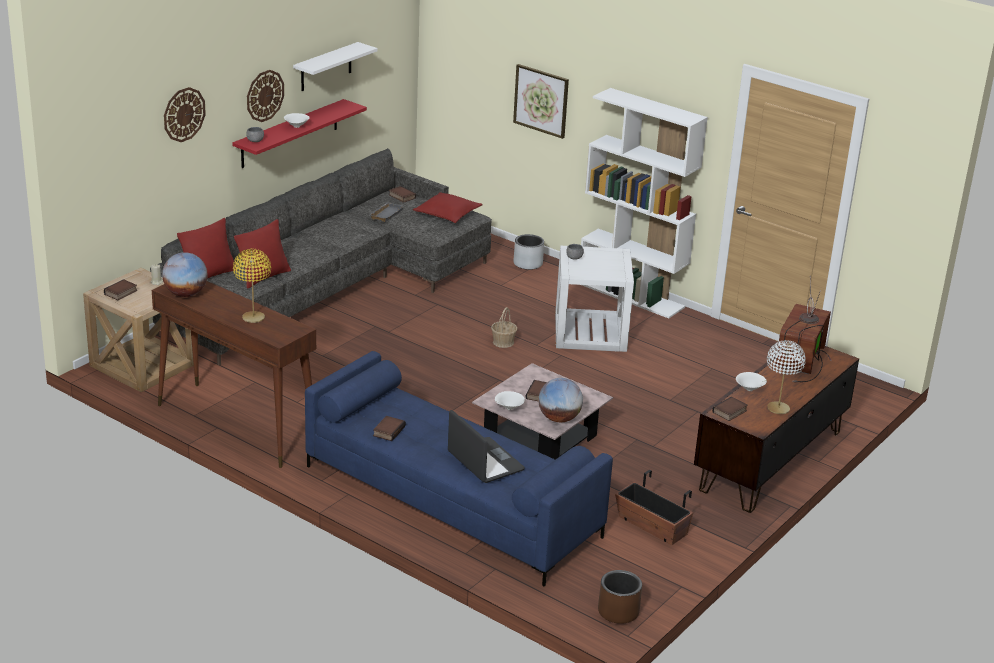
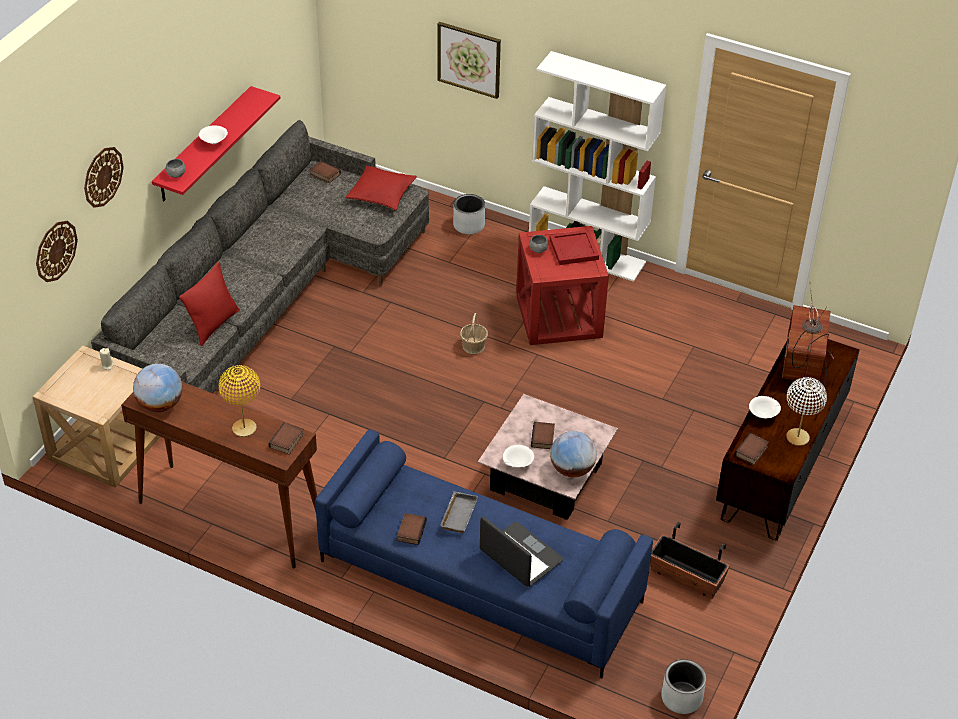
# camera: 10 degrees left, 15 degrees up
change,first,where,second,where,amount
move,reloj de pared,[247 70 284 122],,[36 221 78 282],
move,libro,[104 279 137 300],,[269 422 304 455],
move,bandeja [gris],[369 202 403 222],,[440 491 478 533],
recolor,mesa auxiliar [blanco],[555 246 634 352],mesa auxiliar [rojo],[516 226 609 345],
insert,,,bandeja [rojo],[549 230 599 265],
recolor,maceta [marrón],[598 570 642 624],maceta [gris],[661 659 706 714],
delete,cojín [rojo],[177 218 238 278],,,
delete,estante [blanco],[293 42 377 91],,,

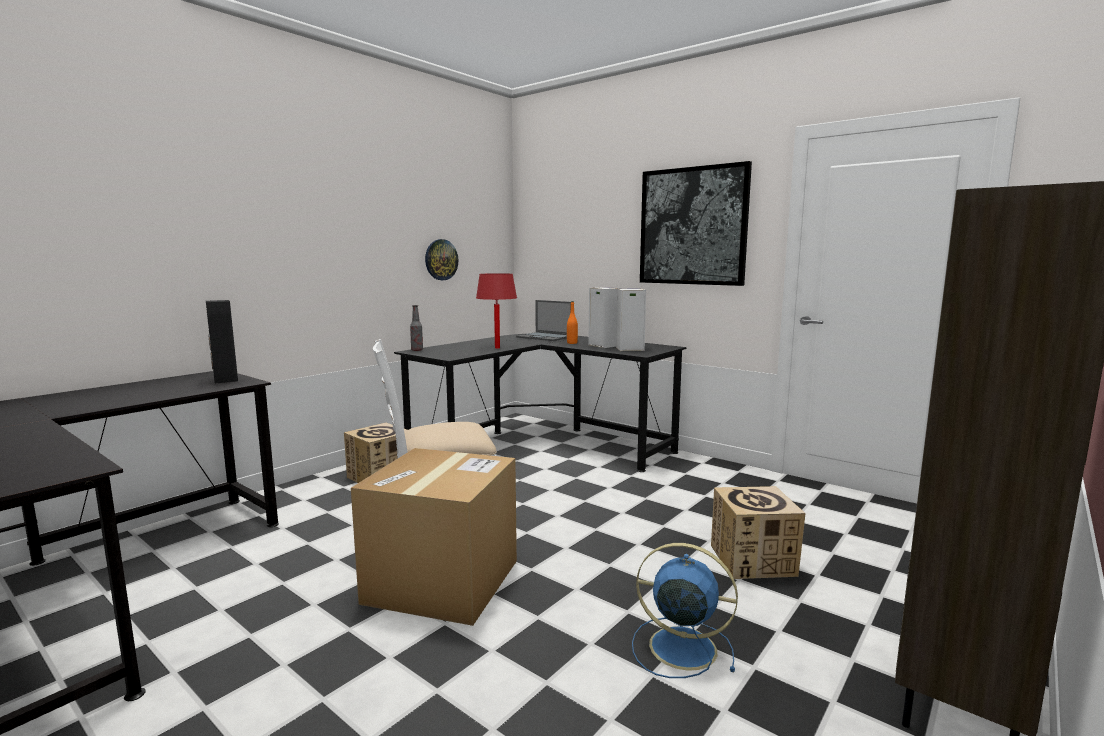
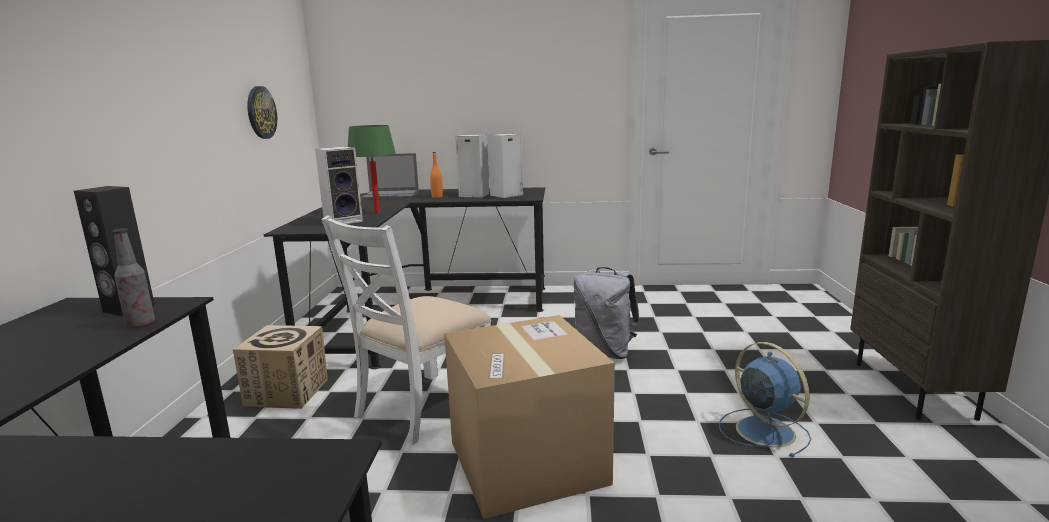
# camera: 35 degrees left, 5 degrees up
change,first,where,second,where,amount
move,botella,[410 305 423 351],,[112 228 155 328],
insert,,,altavoz,[315 146 363 224],
recolor,lámpara de mesa [rojo],[476 273 517 349],lámpara de mesa [verde],[348 125 396 213],
insert,,,mochila [gris],[573 267 640 359],
rotate,ventilador [azul],[632 543 738 678],,[719 342 811 458],75 degrees clockwise
delete,cuadro,[640 161 752 286],,,
delete,caja de cartón,[711 486 806 579],,,

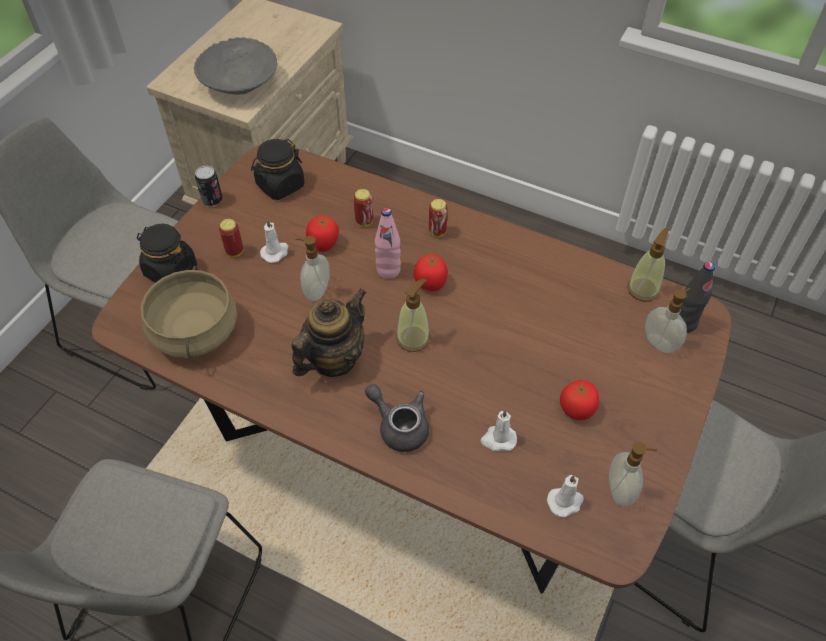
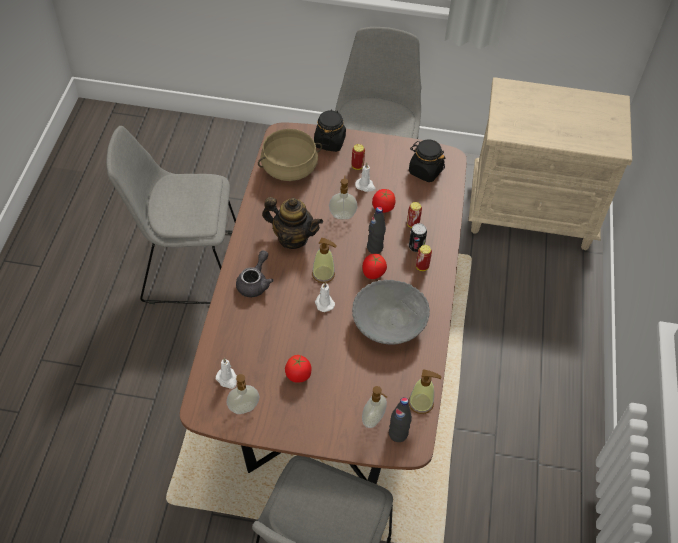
# camera: 70 degrees right, 0 degrees up
change,first,where,second,where,amount
move,vela [blanco],[481 409 517 451],,[315 282 335 312],
move,cuenco [gris],[194 37 277 95],,[352 280 430 345],
recolor,botella [rosa],[375 208 401 279],botella [negro],[367 207 386 254],
move,lata,[195 166 223 206],,[409 223 427 252],

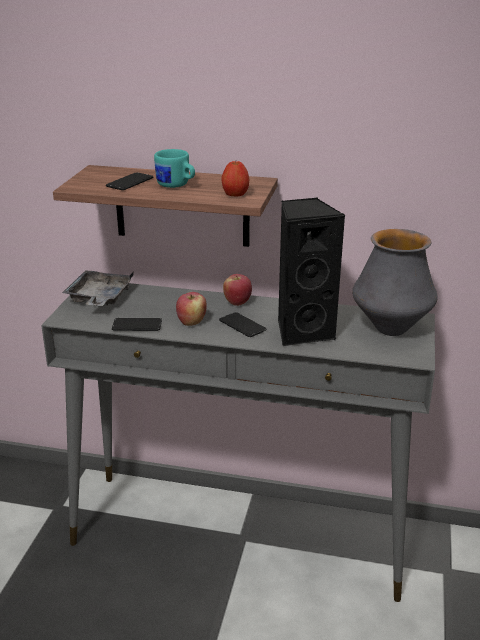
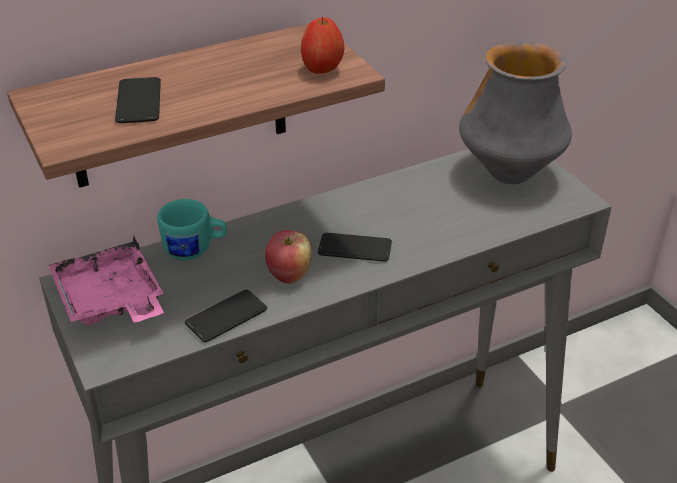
# camera: 40 degrees left, 10 degrees up
change,first,where,second,where,amount
recolor,bandeja [gris],[62 270 134 306],bandeja [rosa],[48 236 164 325],
move,taza grande [turquesa],[154 149 195 188],,[157 199 227 260],
delete,manzana,[223 274 252 306],,,
delete,altavoz [negro],[278 198 345 346],,,

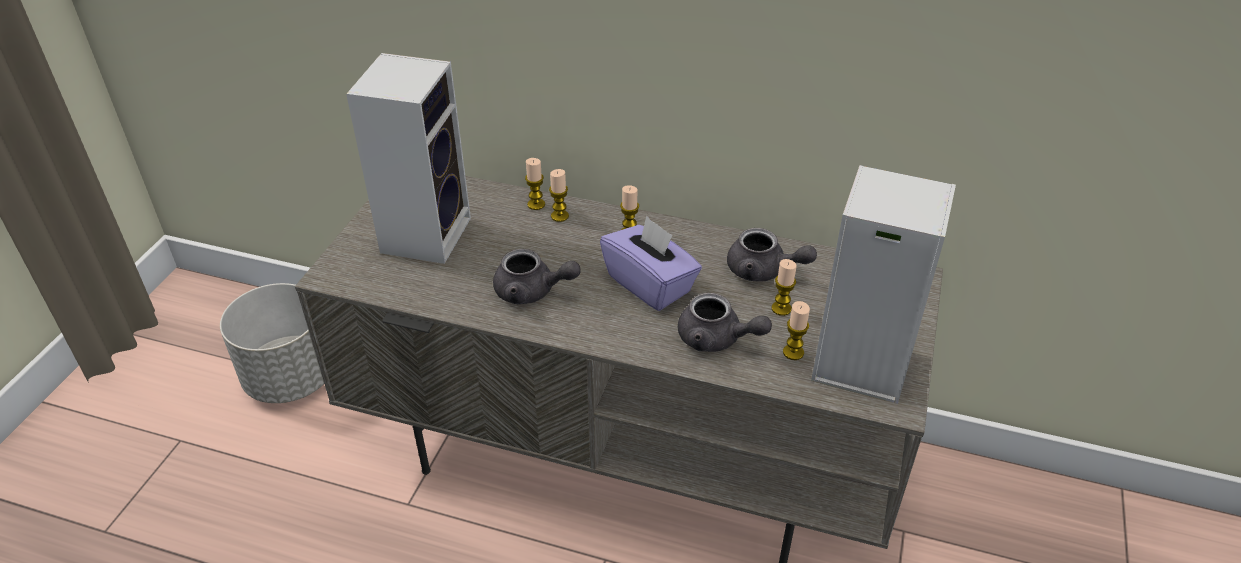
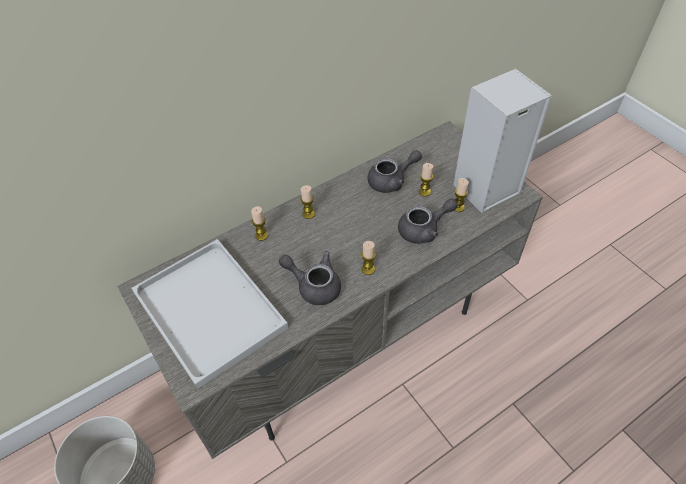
# camera: 50 degrees left, 10 degrees up
change,first,where,second,where,amount
replace,altavoz,[346 53 471 264],bandeja [blanco],[132 239 288 389],
rotate,tetera [gris],[493 249 581 304],,[279 251 341 305],120 degrees counterclockwise
move,vela,[525 158 545 210],,[362 241 376 275],
delete,caja de pañuelos [morado],[600 216 702 311],,,

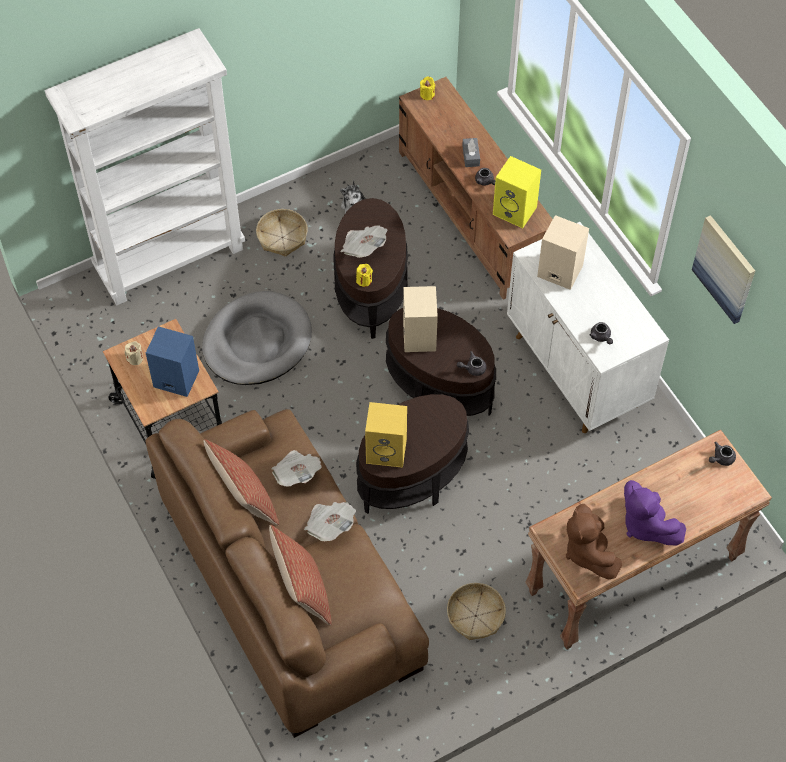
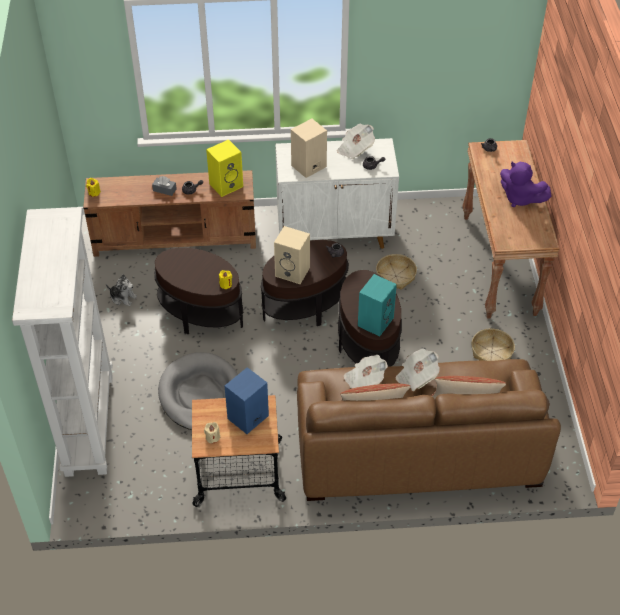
# camera: 65 degrees left, 10 degrees down
change,first,where,second,where,amount
move,periódico,[341 225 388 258],,[337 124 375 159],
recolor,altavoz [amarillo],[365 402 407 468],altavoz [turquesa],[358 274 397 337],
move,cesta,[256 209 308 257],,[376 254 417 290],
rotate,peluche [morado],[624 480 686 546],,[500 162 552 207],45 degrees clockwise
delete,peluche [marrón],[566 504 622 580],,,
delete,cuadro,[692 215 755 324],,,

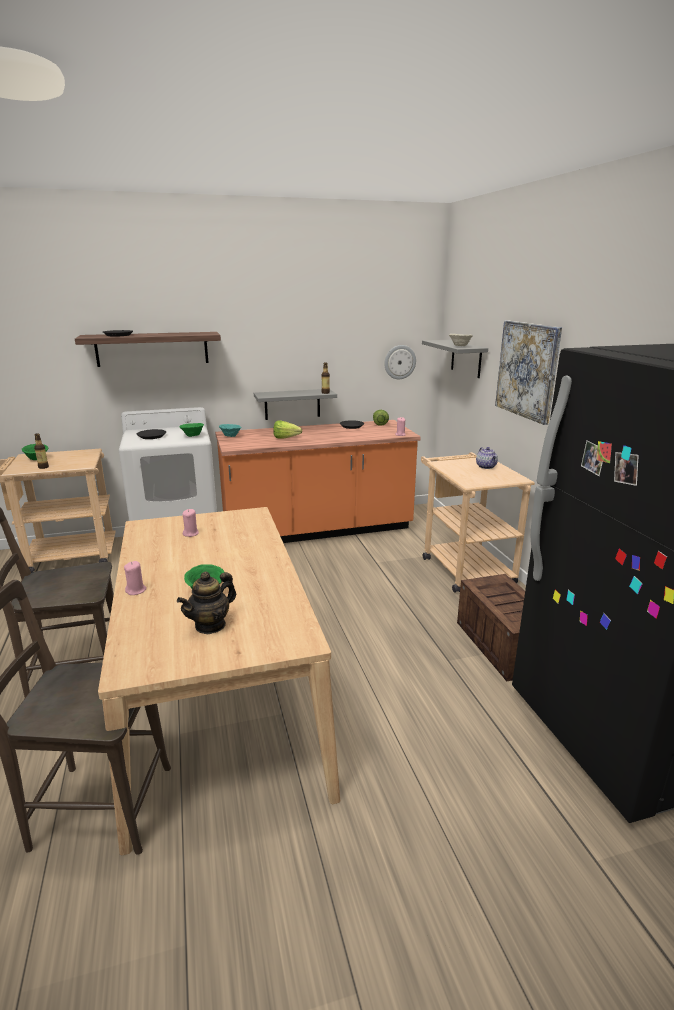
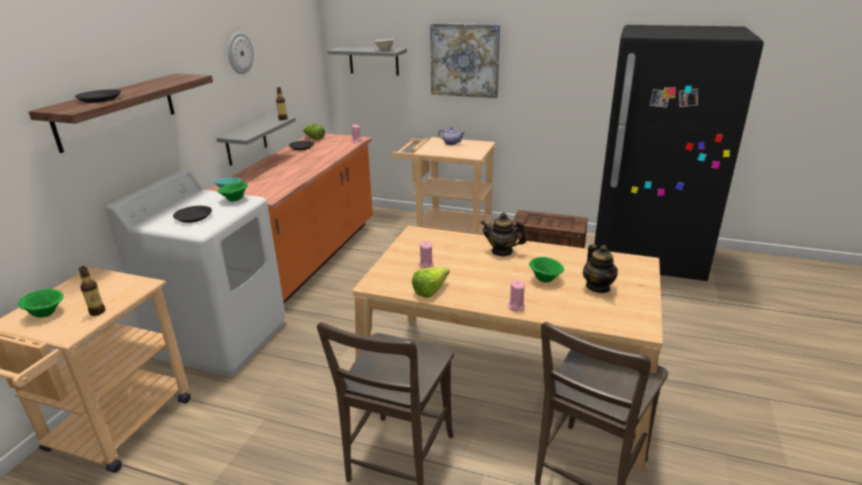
# camera: 55 degrees left, 5 degrees up
change,first,where,second,where,amount
move,reloj de pared,[384 345 416 379],,[228 32 254 74],
move,lechuga,[273 420 302 438],,[412 266 449 298],
insert,,,tetera,[481 213 527 256],

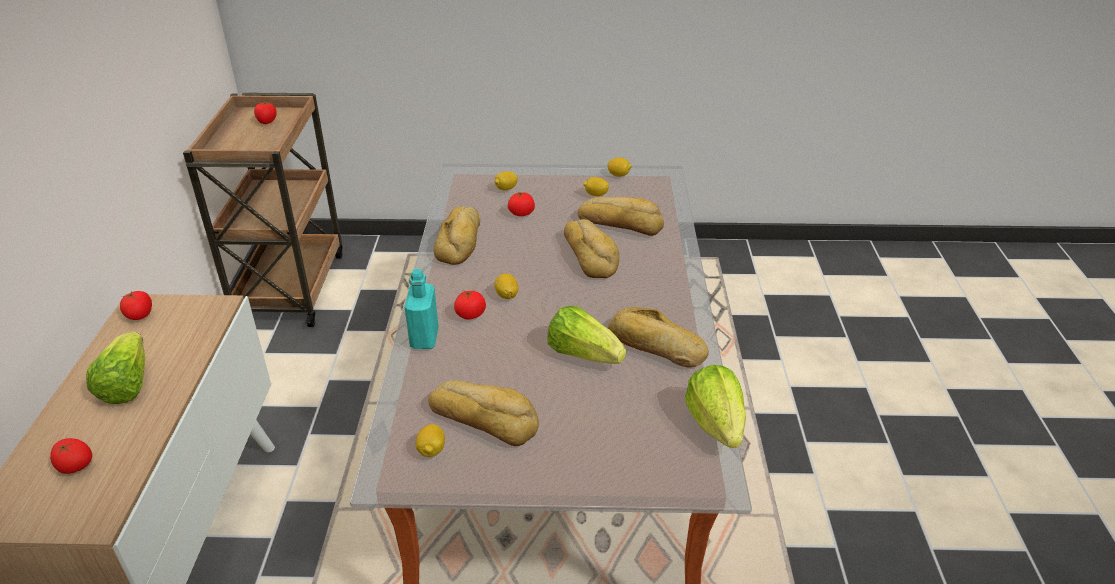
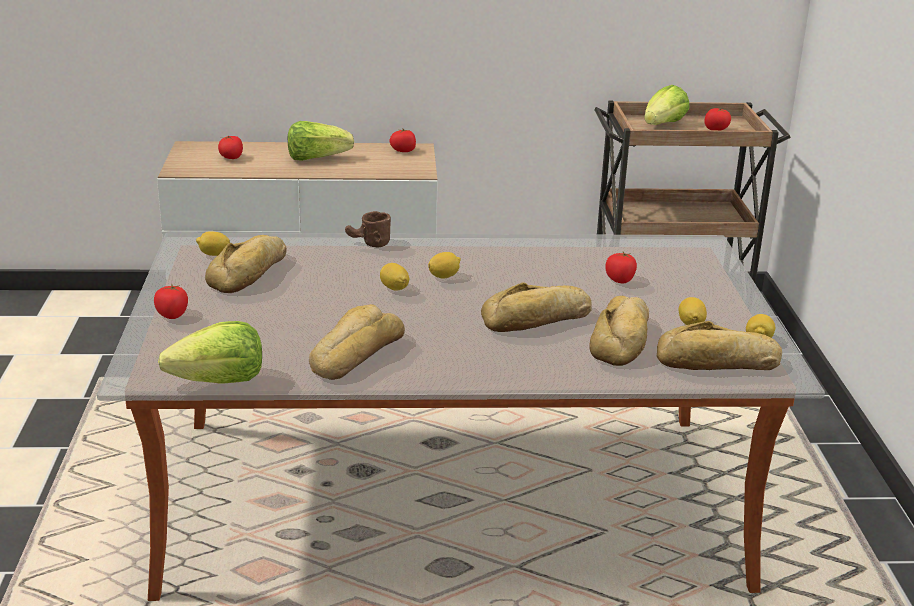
# camera: 85 degrees right, 10 degrees down
change,first,where,second,where,amount
move,tomate,[454 290 486 320],,[154 284 188 319],
replace,botella [turquesa],[405 269 439 349],taza grande [marrón],[345 211 391 248],
move,limón,[495 171 518 190],,[380 263 409 291],
move,lechuga,[548 306 626 364],,[644 85 690 125],
move,pan,[434 206 480 265],,[656 321 782 370],

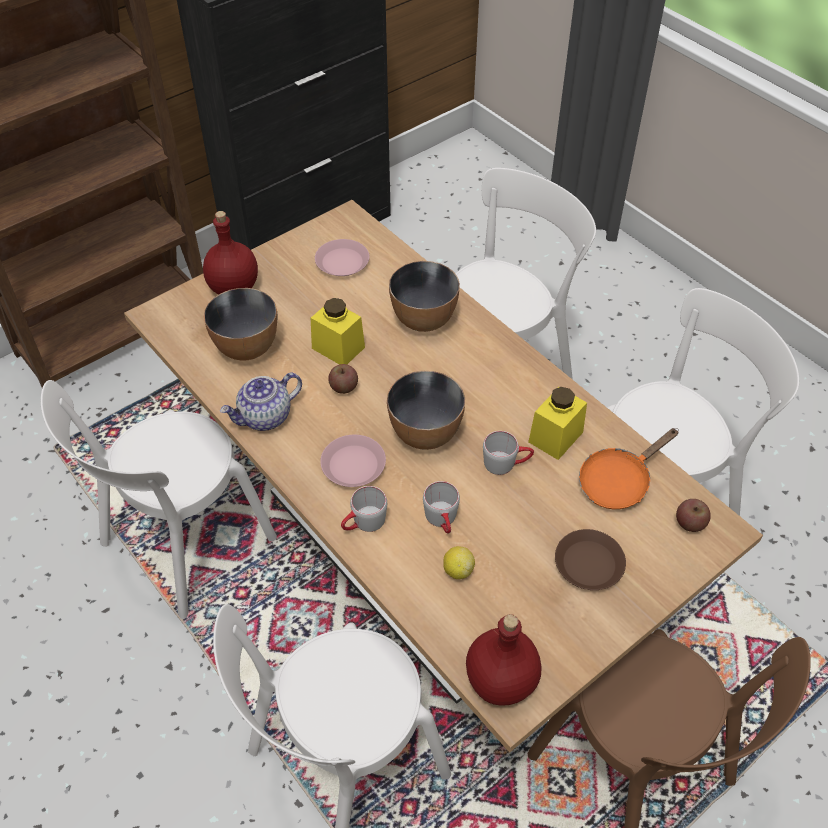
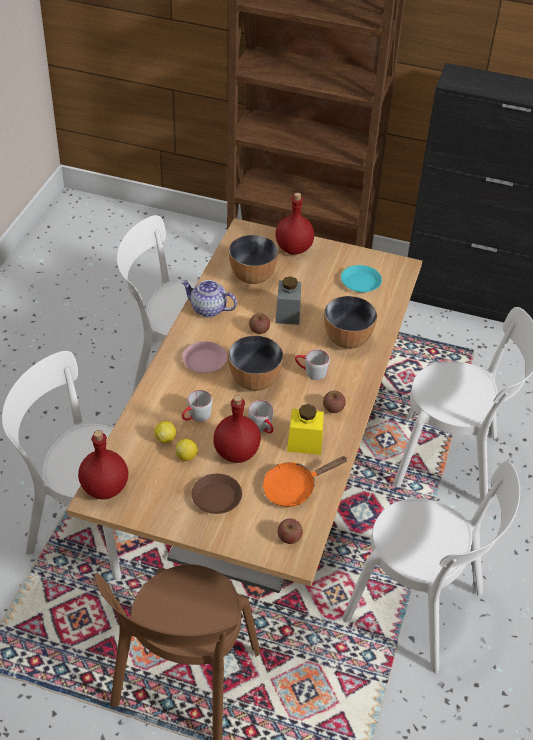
# camera: 55 degrees right, 5 degrees down
change,first,where,second,where,amount
insert,,,limón,[175 439 198 461],
insert,,,botella [rojo],[213 395 261 463],
rotate,sartén [naranja],[579 428 679 509],,[262 456 348 507],45 degrees counterclockwise
recolor,tarro [amarillo],[311 298 365 365],tarro [gris],[275 276 301 325],
move,taza grande [gris],[341 486 387 532],,[295 349 330 380],
insert,,,manzana,[323 391 346 413],
recolor,plato [rosa],[315 239 369 276],plato [turquesa],[341 265 382 293],

